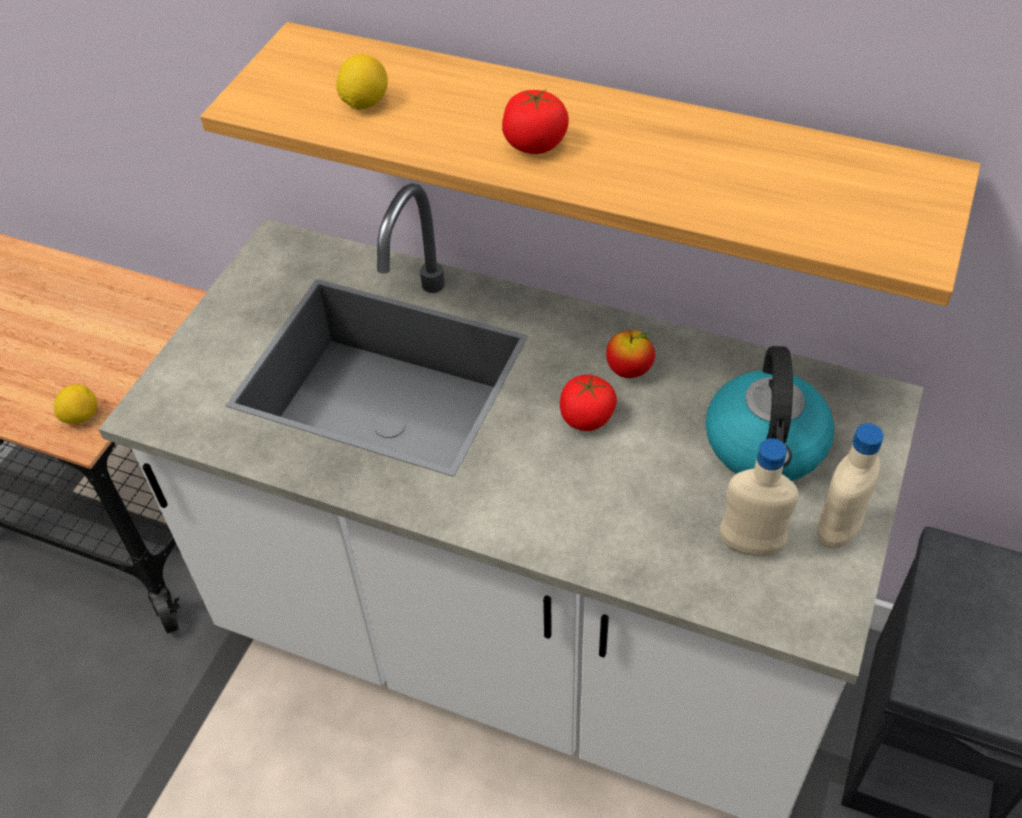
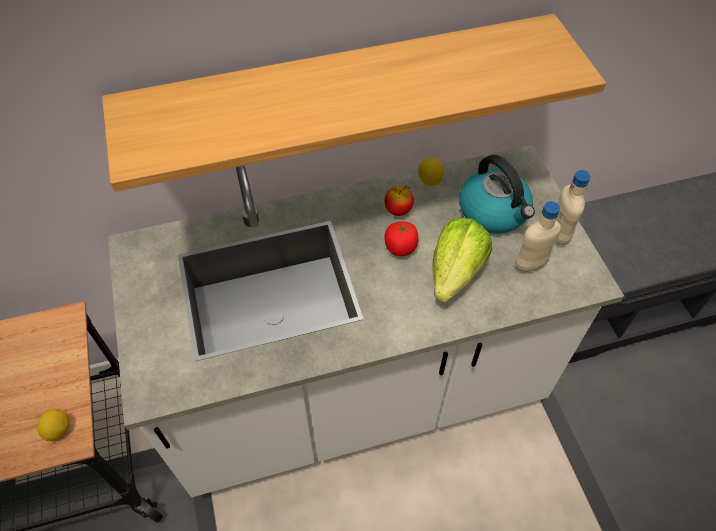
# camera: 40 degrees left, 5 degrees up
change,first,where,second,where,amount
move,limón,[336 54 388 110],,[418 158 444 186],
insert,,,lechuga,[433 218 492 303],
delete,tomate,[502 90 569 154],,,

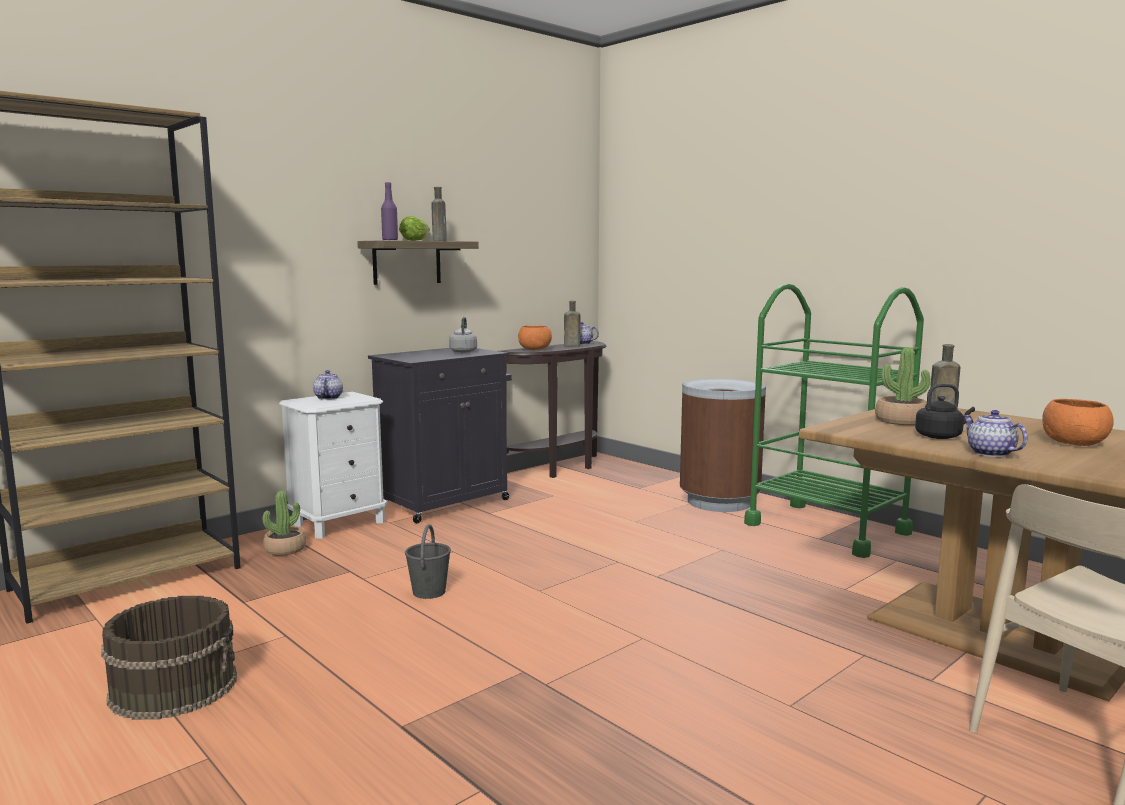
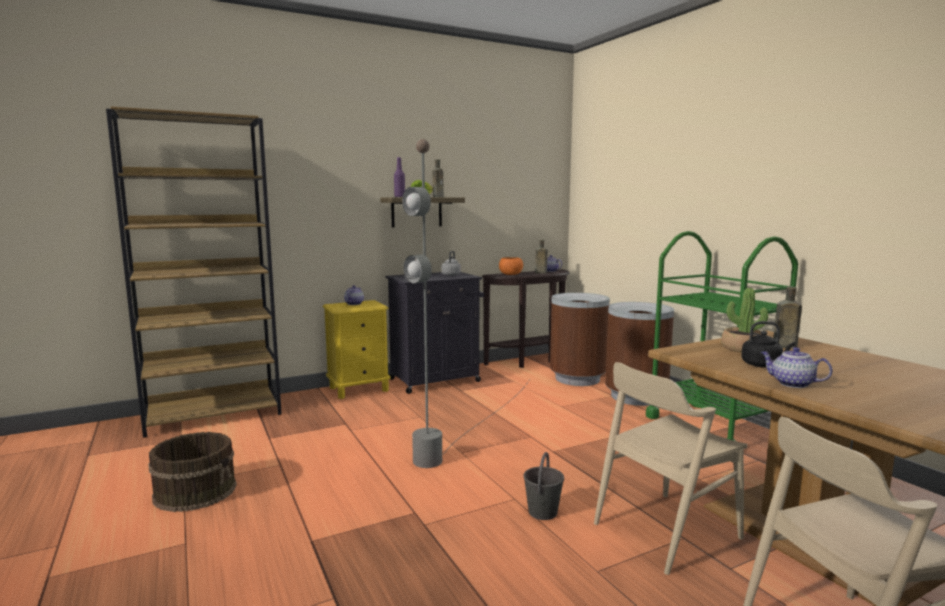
# camera: 15 degrees right, 0 degrees up
change,first,where,second,where,amount
recolor,mesita de noche [blanco],[279 392 388 539],mesita de noche [amarillo],[323 300 391 399],
insert,,,lámpara de pie [gris],[402 139 530 468],
move,cubo [gris],[405 524 451 599],,[523 452 564 520],
insert,,,papelera [marrón],[550 293 610 386],
insert,,,silla [beis],[594 362 747 575],
rotate,tetera,[963 410 1028 457],,[761 347 833 388],45 degrees counterclockwise
delete,planta en maceta,[263 491 306 556],,,
delete,cuenco [naranja],[1042 399 1114 446],,,

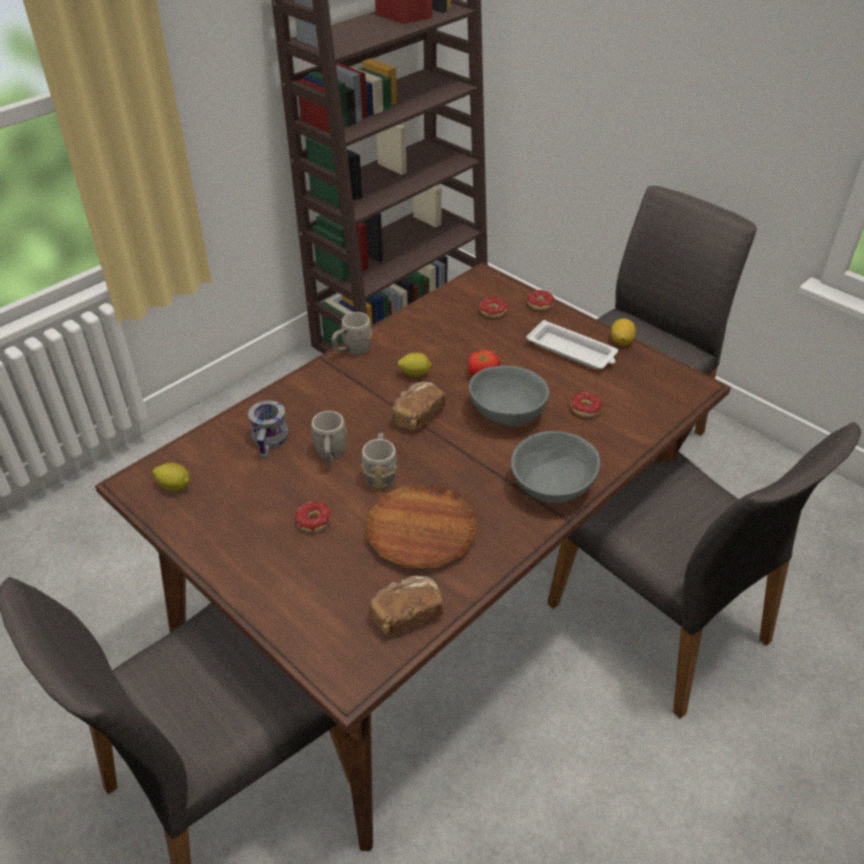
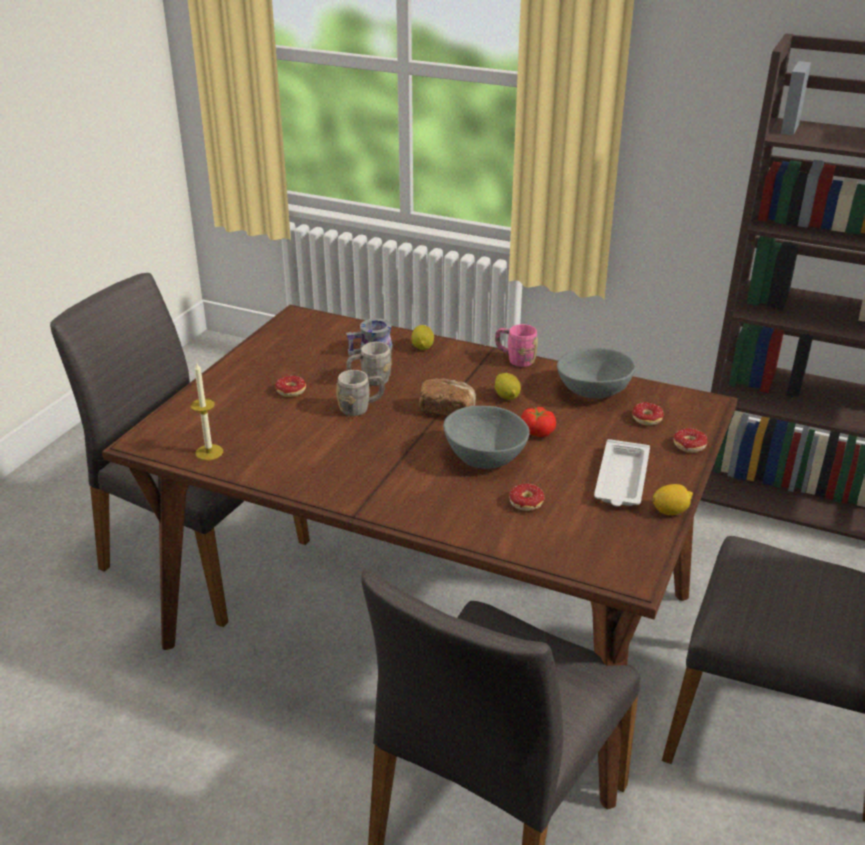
# camera: 70 degrees right, 10 degrees down
change,first,where,second,where,amount
replace,pan,[369 576 444 636],vela,[191 363 223 460],
move,limón,[153 463 190 491],,[412 325 434 350],
recolor,taza grande [gris],[332 312 372 355],taza grande [rosa],[495 324 538 367],
move,cuenco [gris],[511 431 600 503],,[557 348 636 398],
delete,plato [marrón],[366 484 477 569],,,

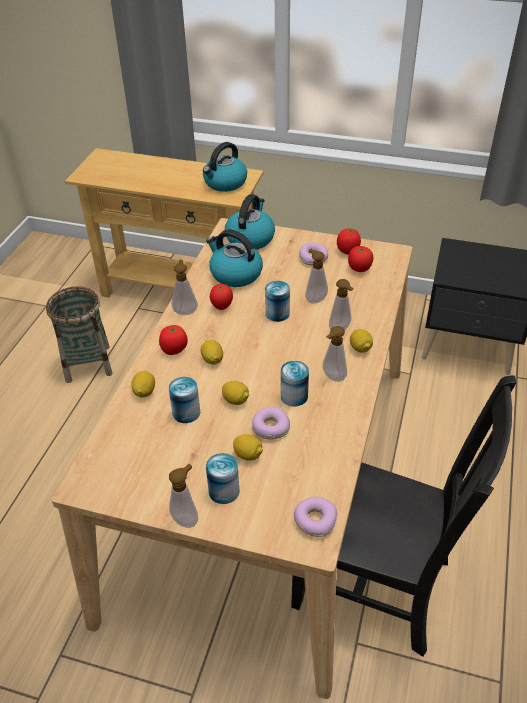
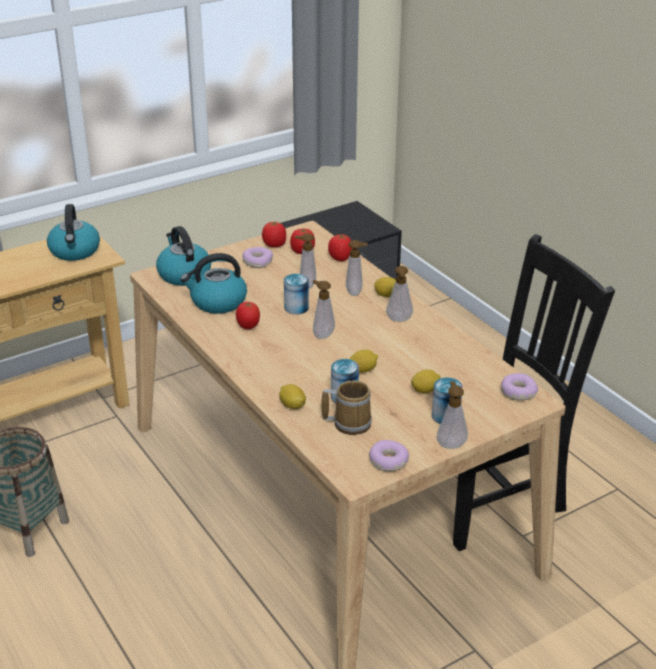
# camera: 50 degrees left, 10 degrees down
change,first,where,second,where,amount
move,dispensador de jabón,[171 260 198 315],,[313 280 335 339],
insert,,,taza grande,[322 380 372 435],
move,tomate,[159 325 188 355],,[328 234 353 261],
move,rosquilla,[252 407 290 440],,[369 440 409 471],
delete,limón,[201 340 223 364],,,
delete,lata,[281 361 309 406],,,

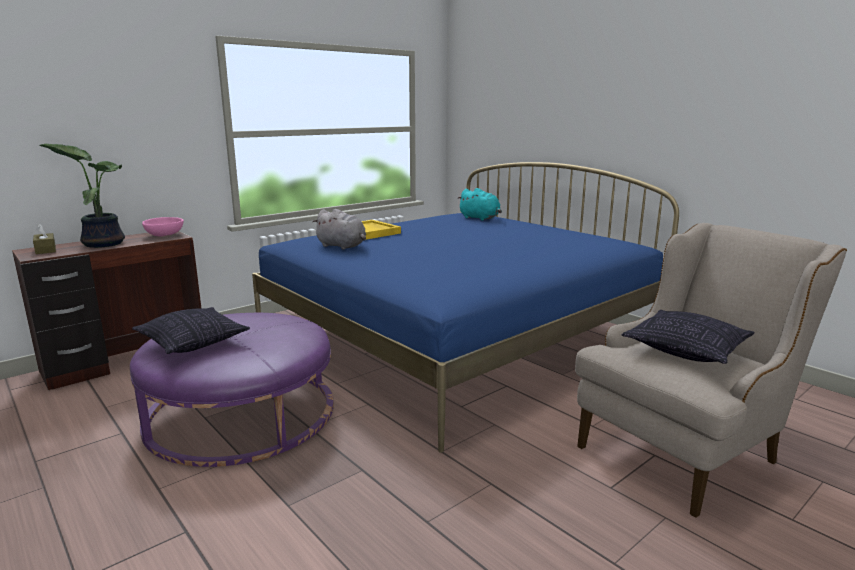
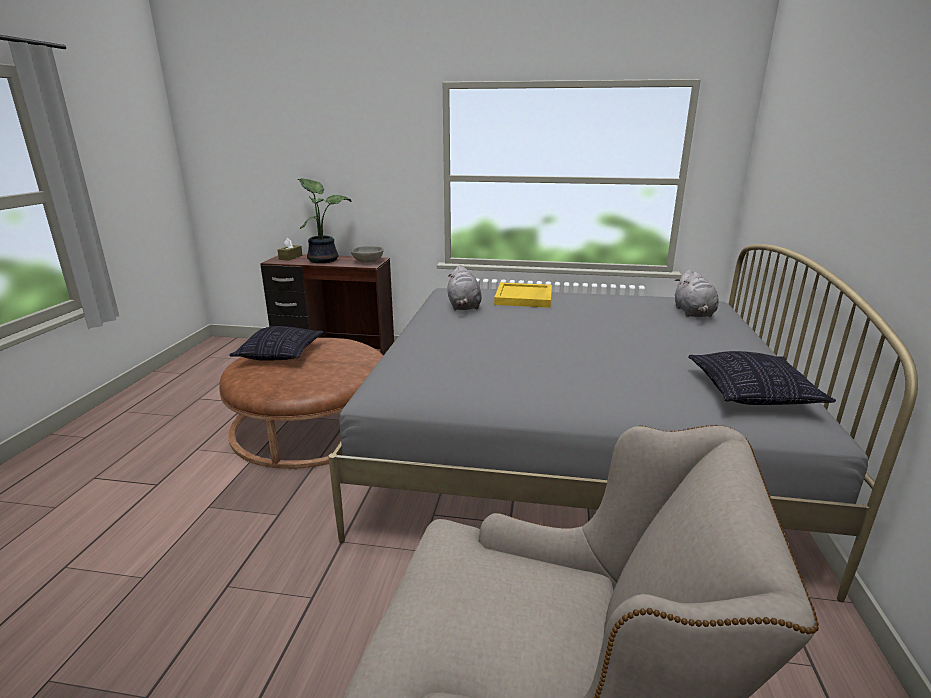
# camera: 50 degrees right, 5 degrees up
change,first,where,second,where,amount
recolor,puf [morado],[130 313 334 467],puf [marrón],[219 338 383 469],
recolor,cama [azul],[252 162 679 453],cama [gris],[328 244 918 602],
recolor,cuenco [rosa],[142 217 184 236],cuenco [gris],[351 246 384 262],
recolor,peluche [turquesa],[457 188 502 221],peluche [gris],[675 270 719 317],
move,cojín,[622 310 755 364],,[688 351 836 405],

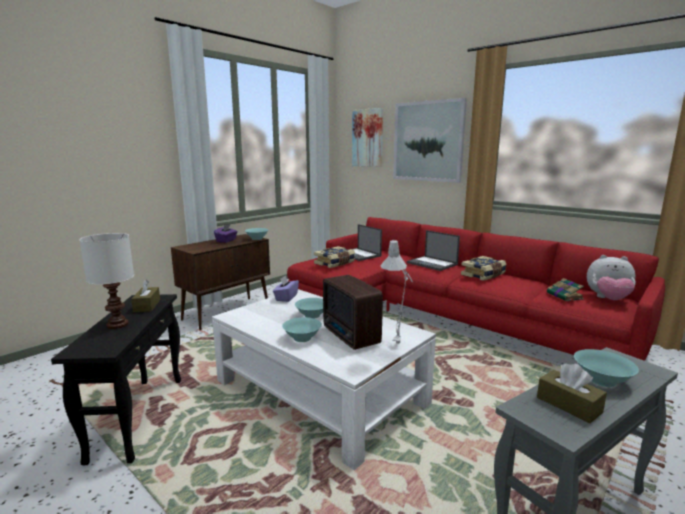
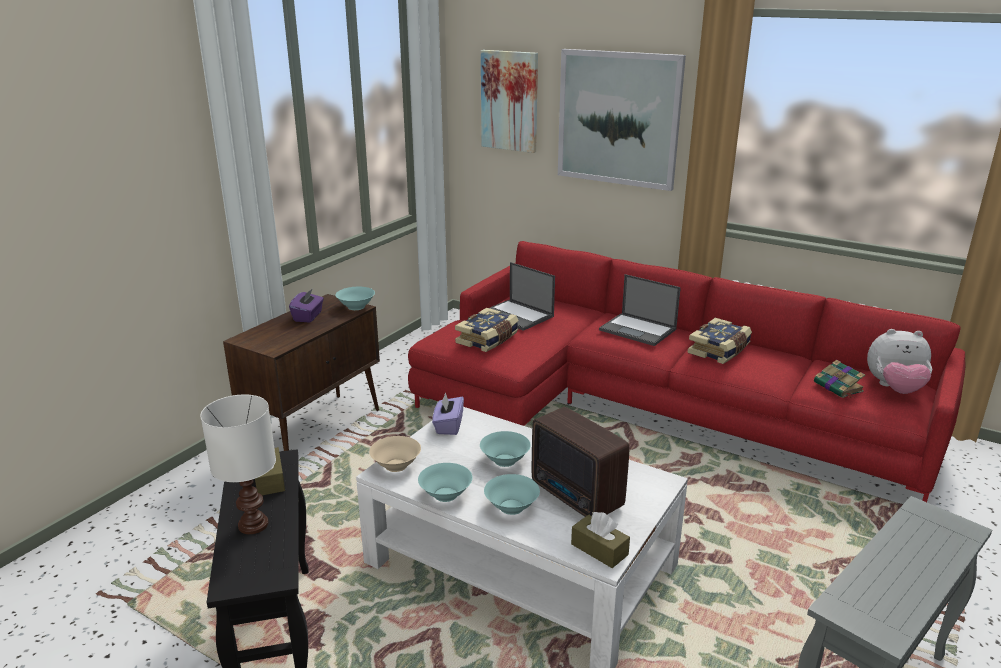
# camera: 10 degrees left, 10 degrees up
change,first,where,second,where,amount
insert,,,cuenco [beis],[369 436 421 472],
move,cuenco [turquesa],[574 349 639 387],,[418 463 473 502],
move,caja de pañuelos [marrón],[537 363 607 423],,[571 512 630 568],
delete,lámpara de mesa [gris],[380 240 413 346],,,

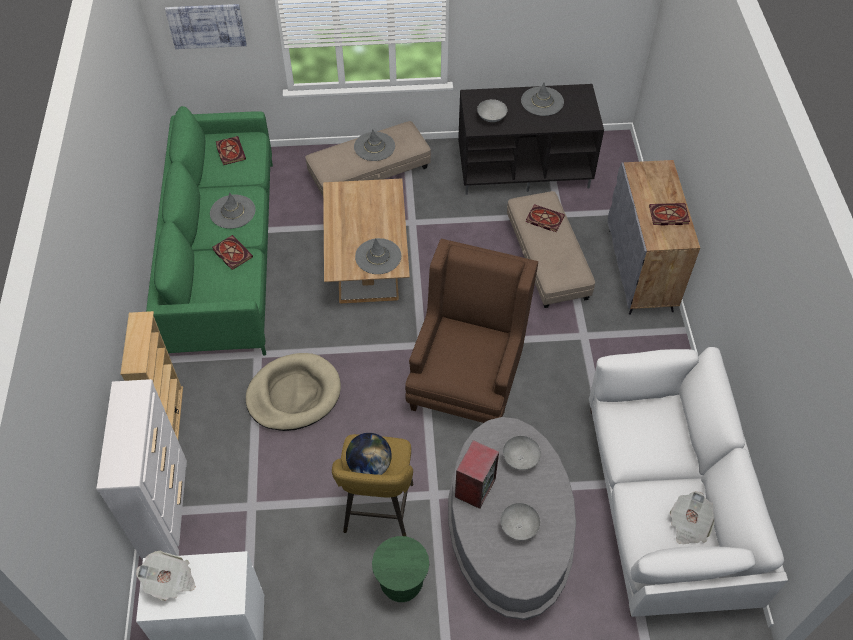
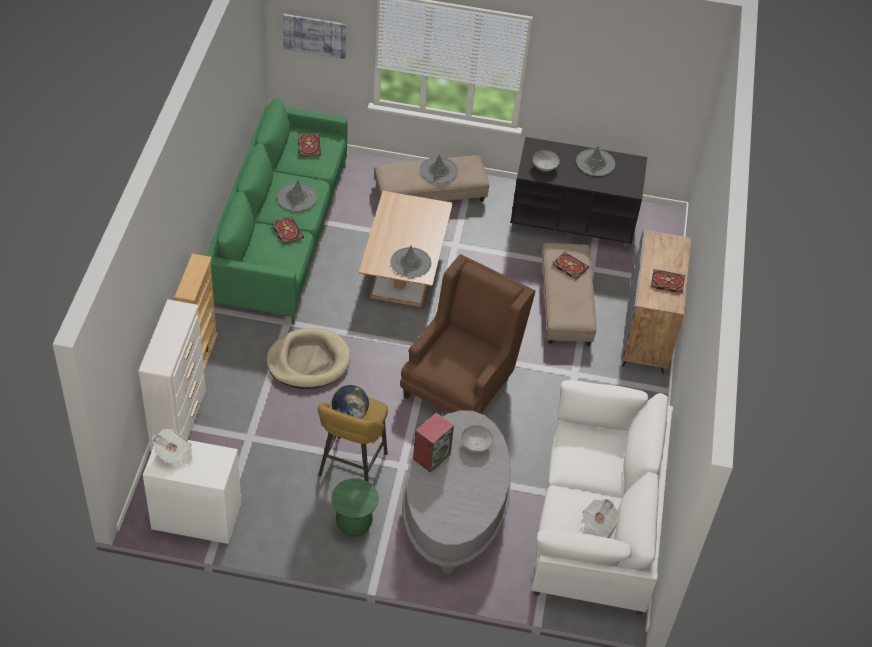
# camera: 10 degrees right, 5 degrees down
change,first,where,second,where,amount
delete,cuenco [gris],[501 503 540 540],,,

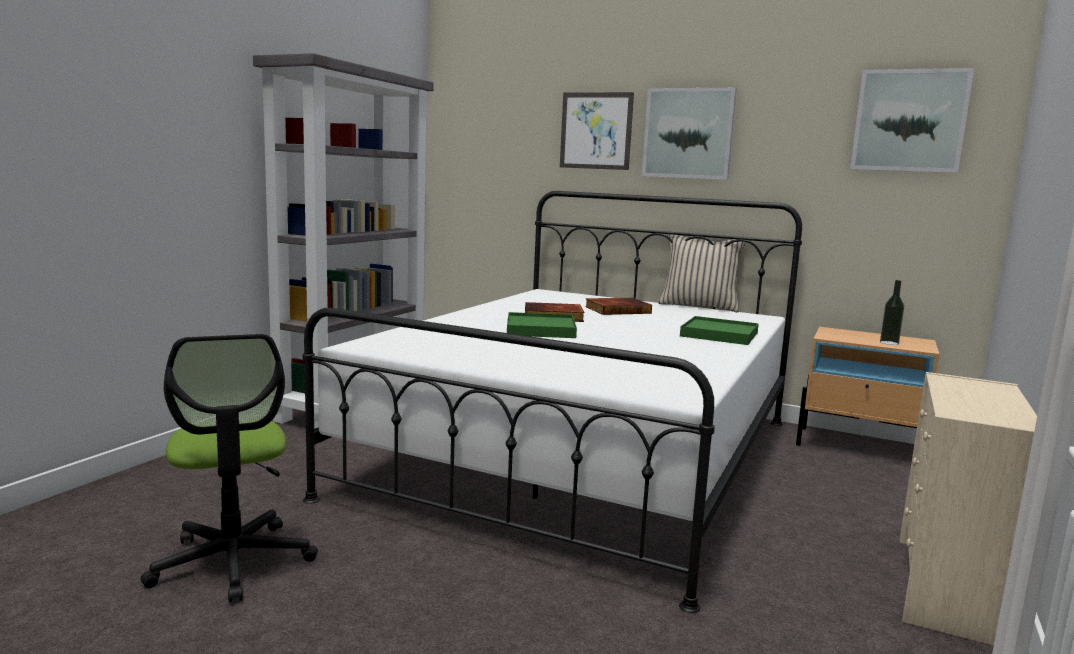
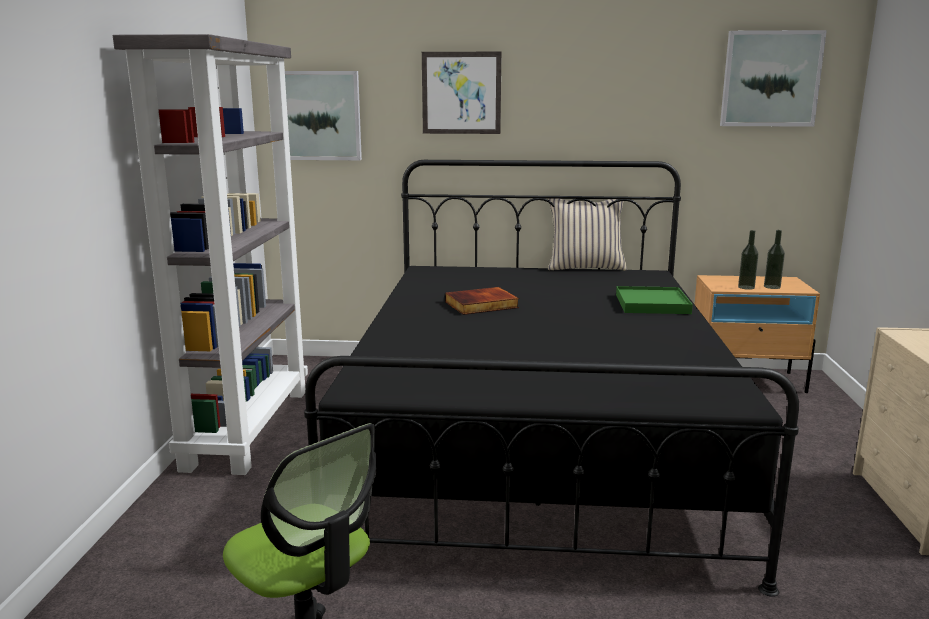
# camera: 20 degrees left, 5 degrees up
change,first,where,second,where,amount
move,cuadro,[642 88 737 180],,[285 71 362 160],
recolor,cama [blanco],[303 191 802 613],cama [negro],[304 160 799 597],
insert,,,botella,[738 230 759 290],
delete,bandeja [verde],[507 312 577 338],,,
delete,libro,[585 298 652 315],,,

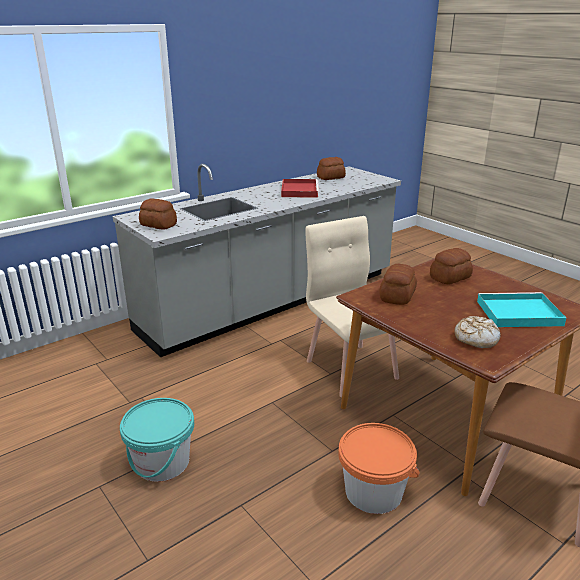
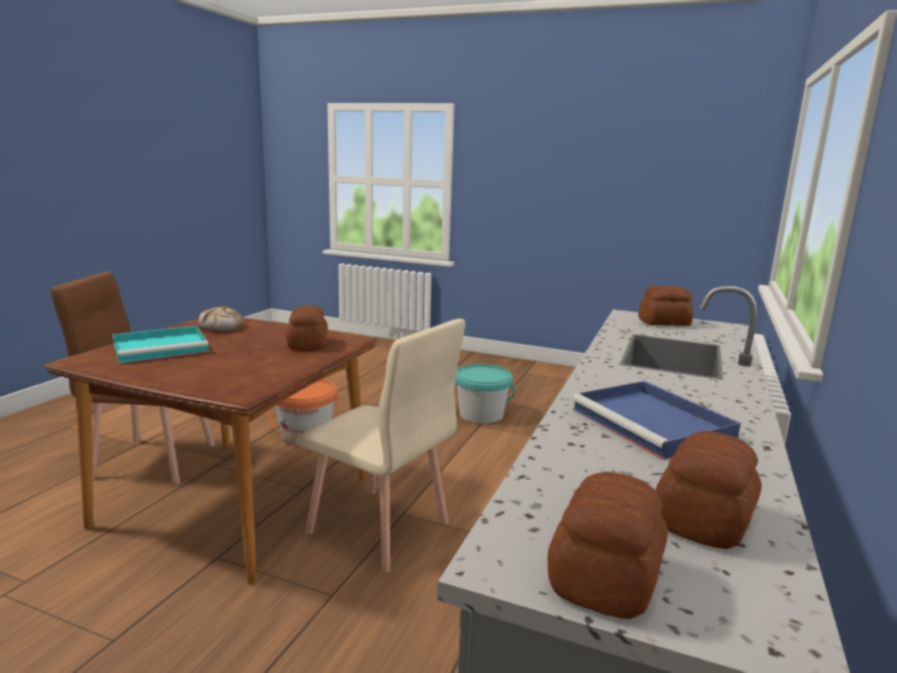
# camera: 150 degrees right, 10 degrees down
change,first,where,second,where,amount
move,pan,[430 248 473 284],,[548 472 668 619],
recolor,bandeja [rojo],[281 179 319 198],bandeja [azul],[572 381 741 460],

